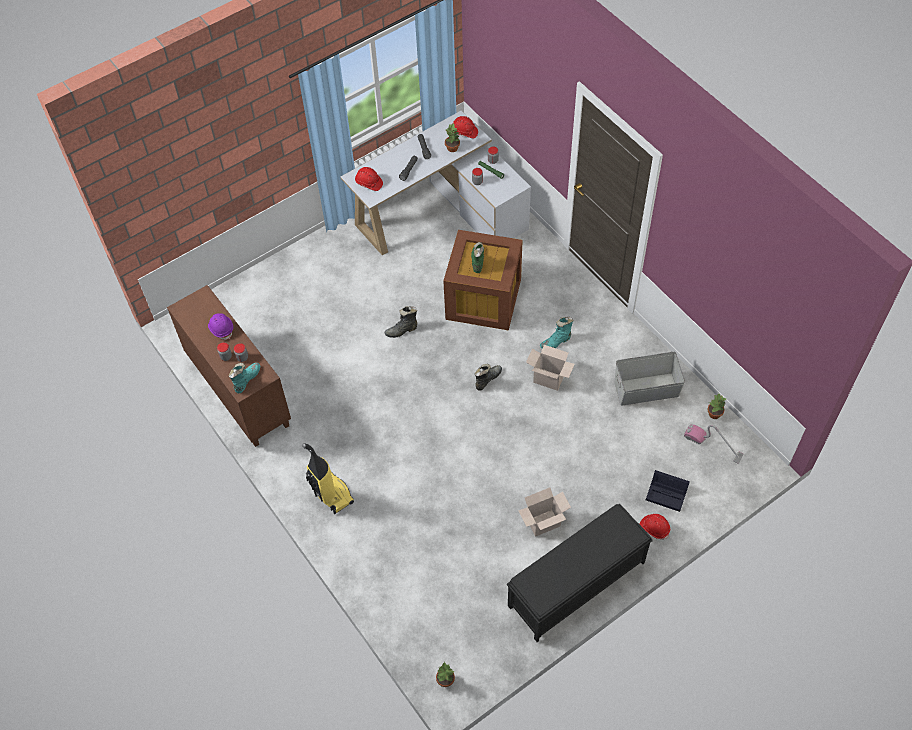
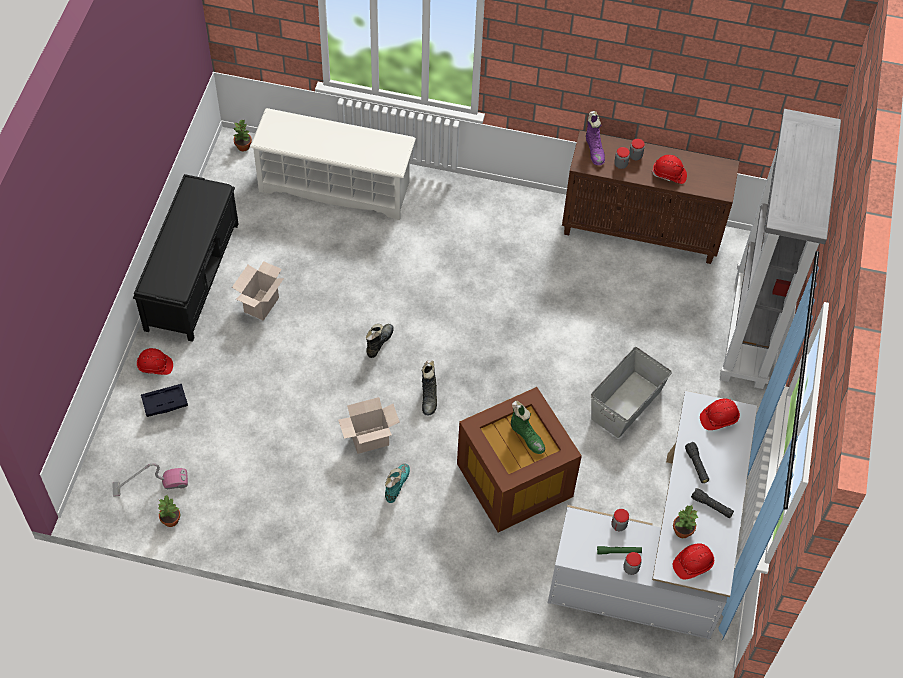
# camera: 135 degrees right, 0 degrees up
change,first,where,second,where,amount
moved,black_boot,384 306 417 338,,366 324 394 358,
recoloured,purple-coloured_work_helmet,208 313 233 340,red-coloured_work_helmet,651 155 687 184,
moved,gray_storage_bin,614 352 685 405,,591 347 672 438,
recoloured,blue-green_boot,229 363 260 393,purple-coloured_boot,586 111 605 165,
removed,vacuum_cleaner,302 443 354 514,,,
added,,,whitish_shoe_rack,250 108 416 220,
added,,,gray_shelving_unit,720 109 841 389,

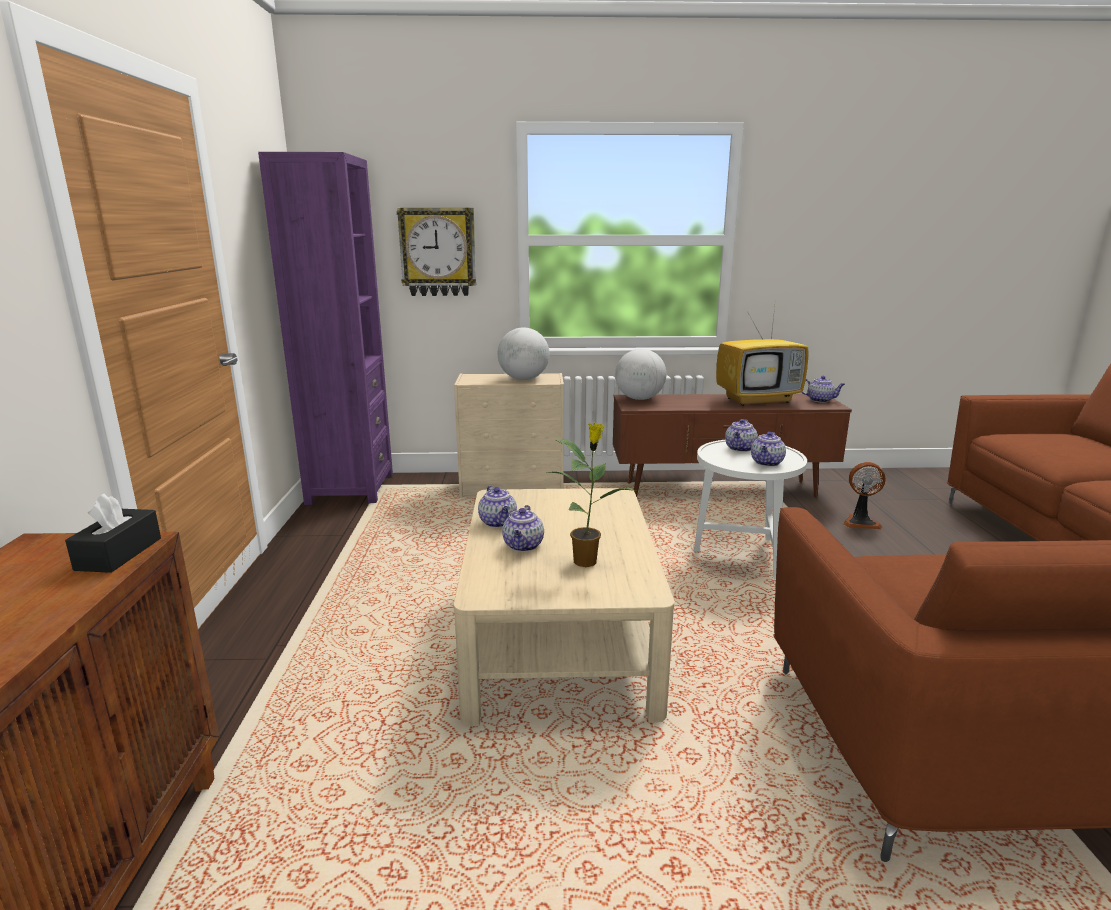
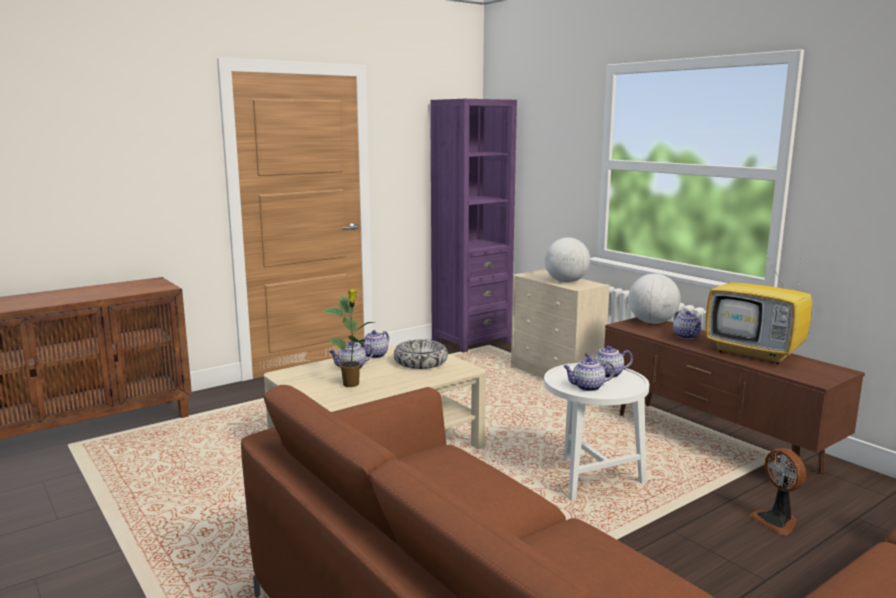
# camera: 55 degrees right, 5 degrees down
change,first,where,second,where,amount
removed,clock_on_the_wall,397 208 476 296,,,
moved,teapot,801 376 845 403,,673 311 702 339,
removed,black_tissue_box,65 494 161 573,,,
added,,,deep_dish,394 339 448 369,

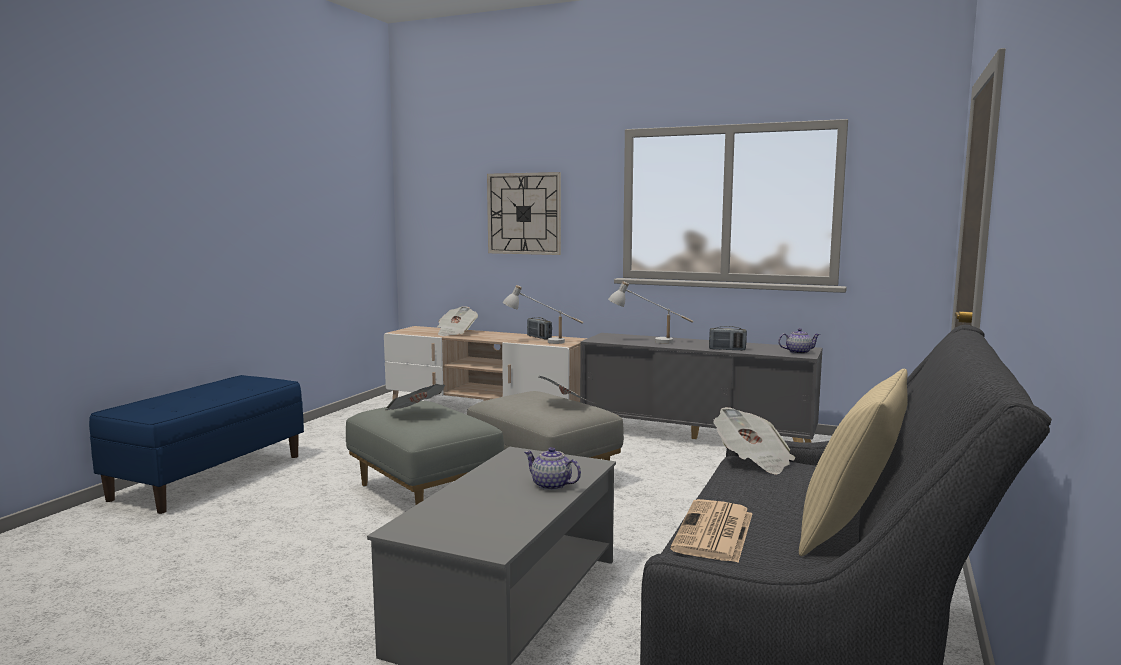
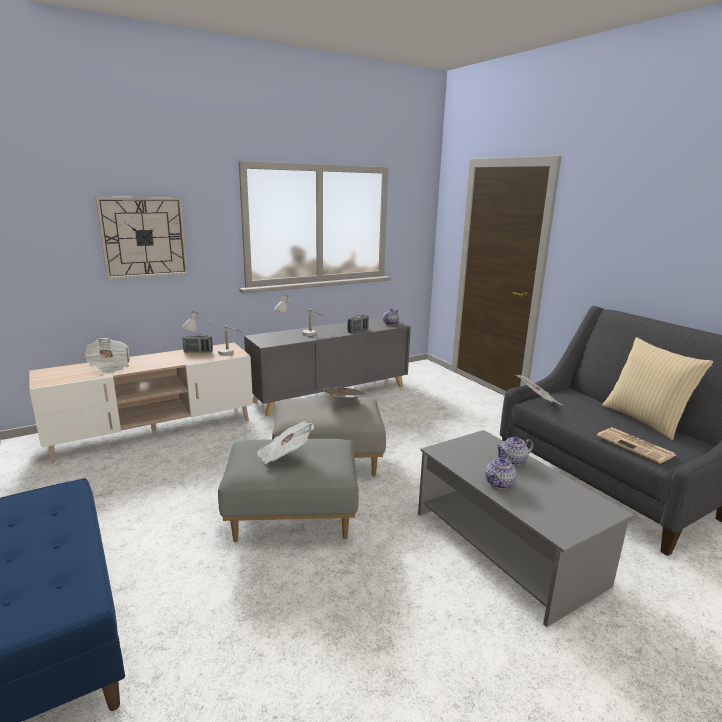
# camera: 55 degrees left, 10 degrees up
change,first,where,second,where,amount
added,,,teapot,485 455 516 489,

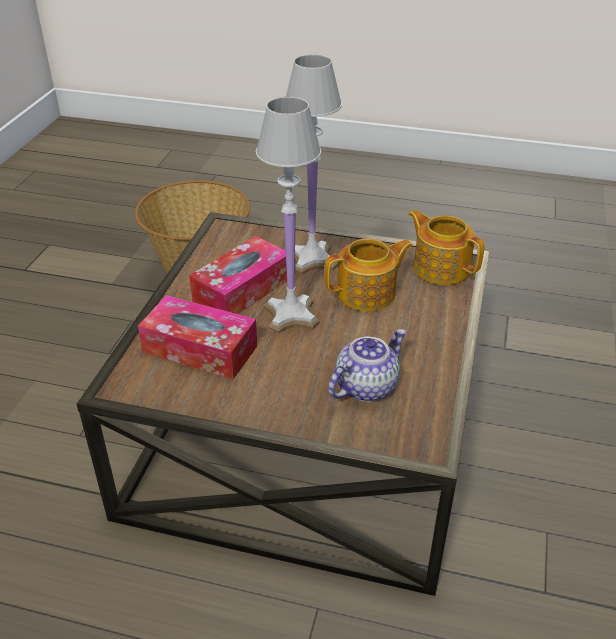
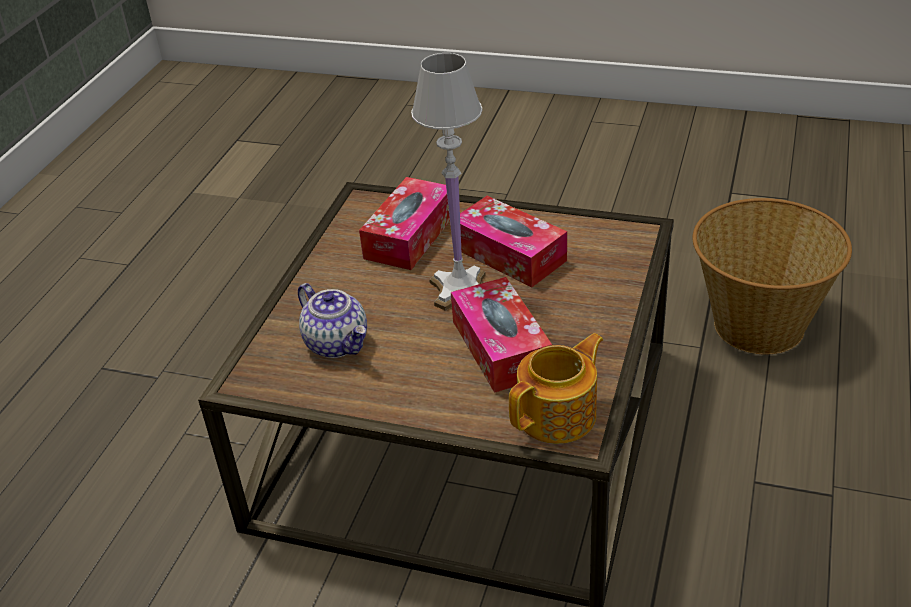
# camera: 95 degrees right, 0 degrees up
change,first,where,second,where,amount
removed,whitish_table_lamp,286 54 342 275,,,
replaced,teapot,325 238 413 311,tissue_box,451 277 552 393,

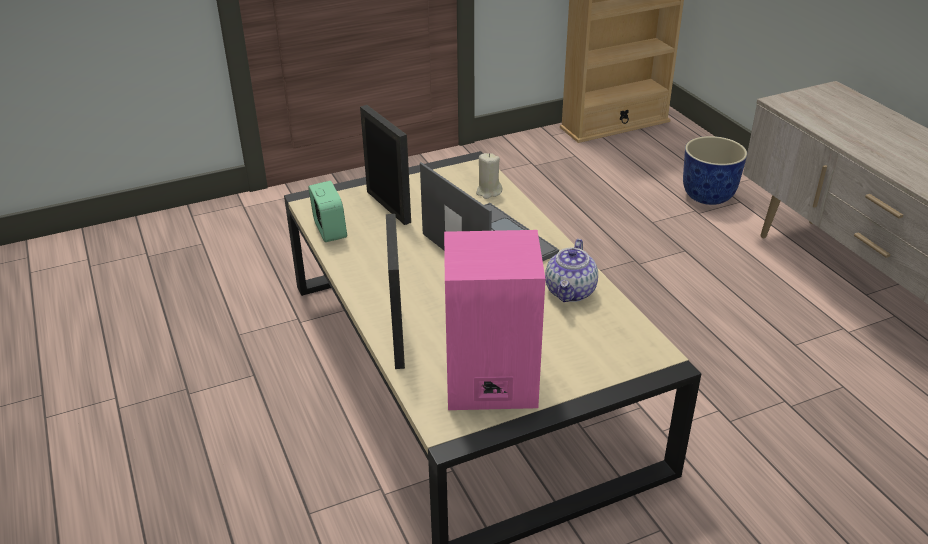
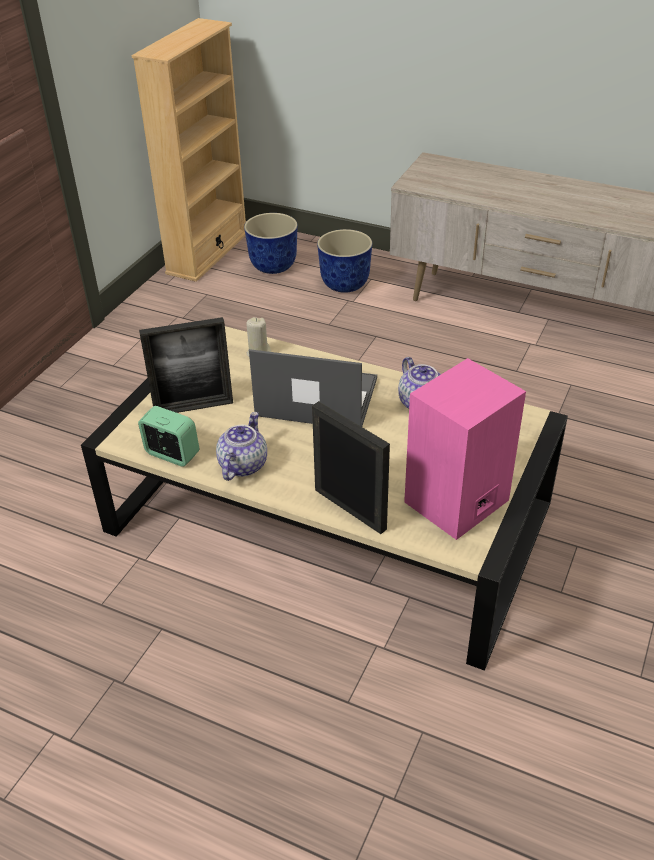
# camera: 40 degrees left, 5 degrees up
change,first,where,second,where,amount
turned,photo_frame,360 105 411 225,,139 317 233 413,150 degrees clockwise
added,,,plant_pot,244 213 298 274,
added,,,teapot,216 412 267 481,

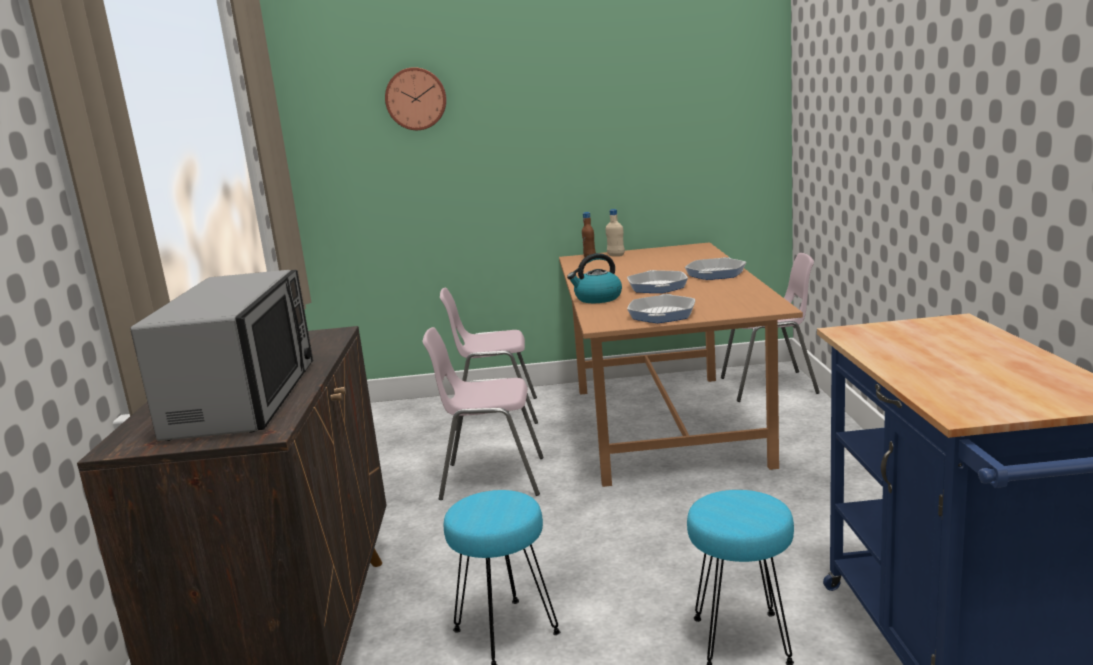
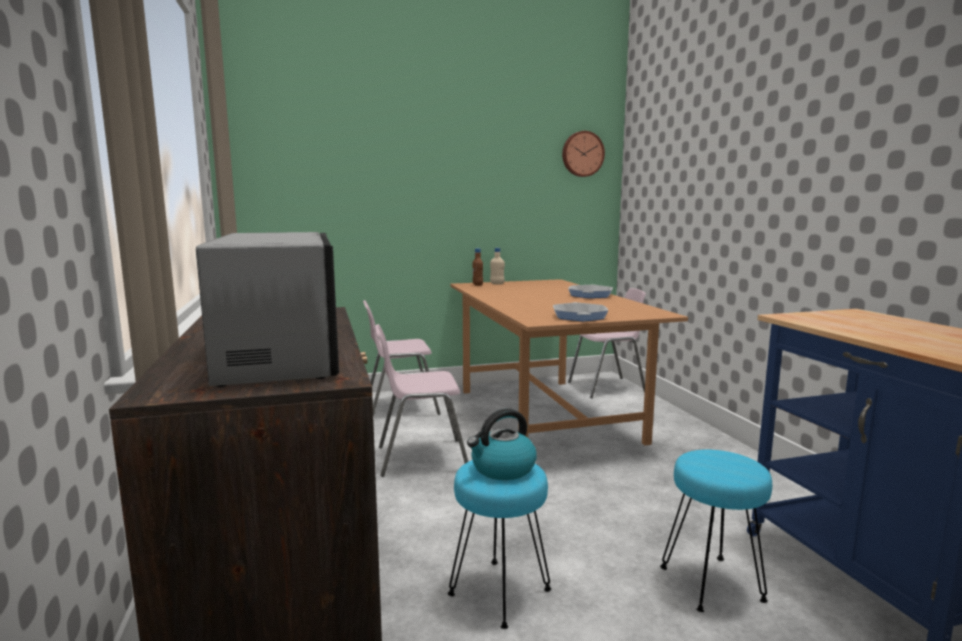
# camera: 15 degrees left, 5 degrees down
change,first,where,second,where,amount
moved,clock_on_the_wall,385 67 447 130,,562 131 605 177,
moved,kettle,567 253 622 303,,467 409 537 480,
removed,skillet,627 270 688 293,,,

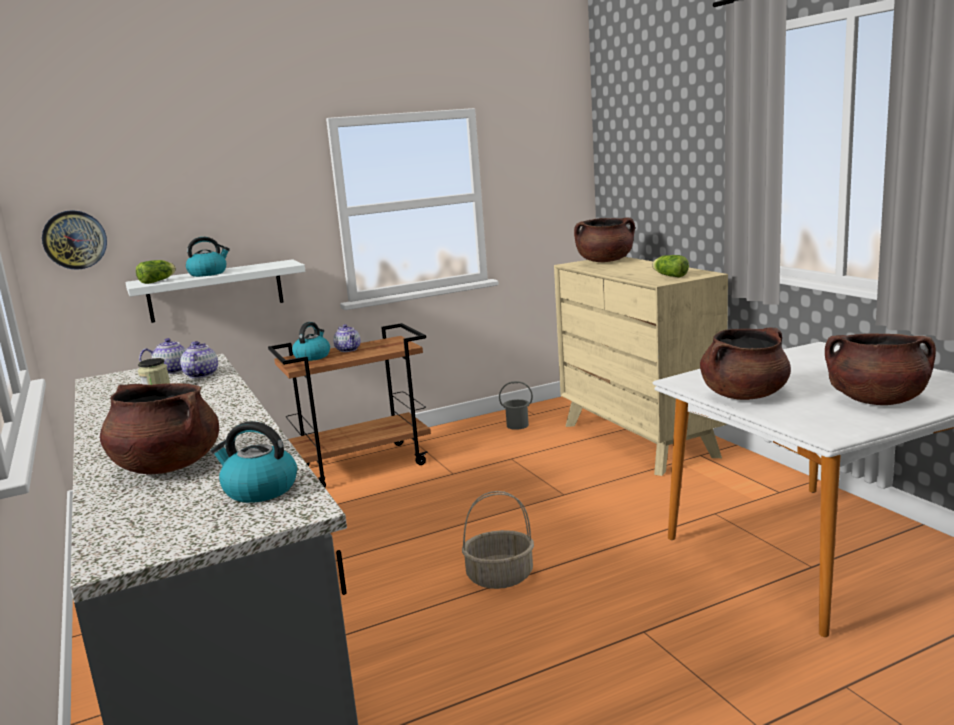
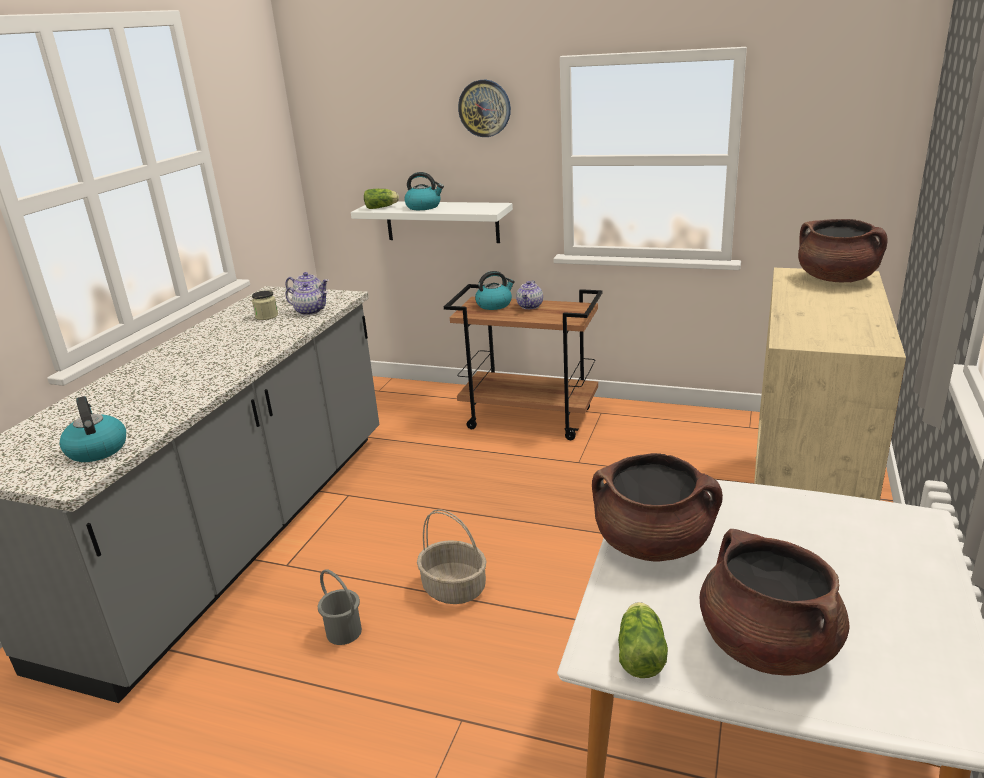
# camera: 45 degrees right, 10 degrees up
change,first,where,second,where,amount
moved,clock_on_the_wall,42 210 107 270,,458 80 511 137,
moved,lettuce,652 255 689 277,,618 602 668 678,
turned,teapot,180 341 218 378,,285 283 328 315,75 degrees clockwise
moved,gray_bucket,499 381 533 430,,318 569 362 645,
removed,brownish_stockpot,100 383 219 474,,,

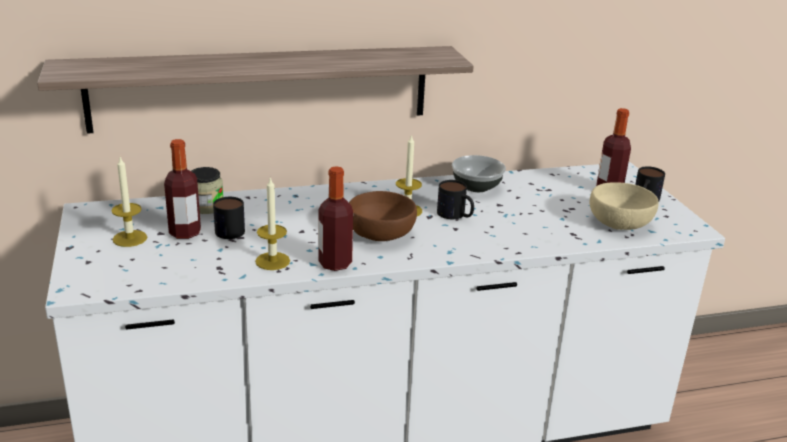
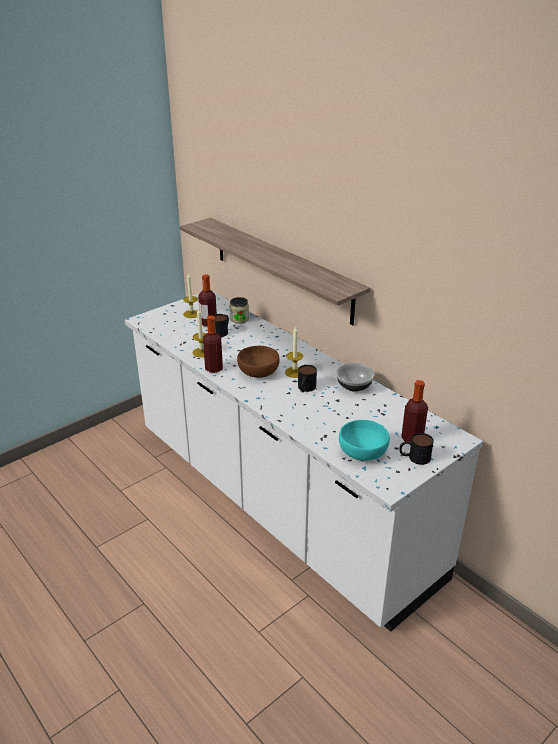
# camera: 65 degrees right, 5 degrees up
change,first,where,second,where,amount
recoloured,beige-coloured_deep_dish,590 182 659 230,blue-green_deep_dish,339 420 390 461,

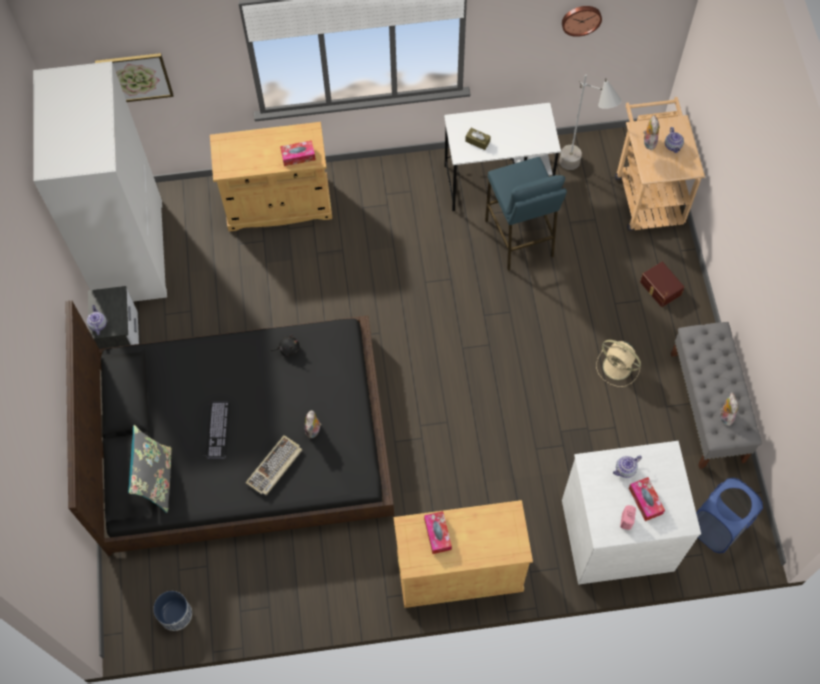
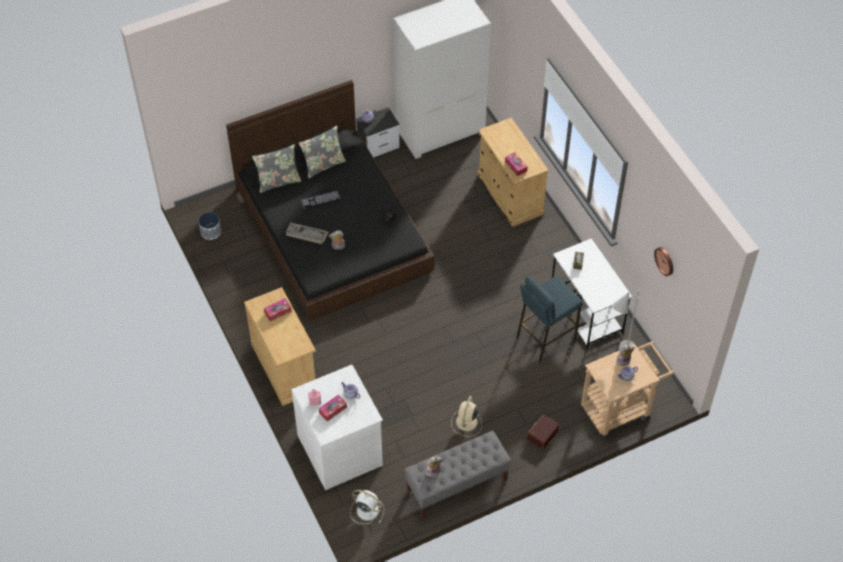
# camera: 70 degrees right, 10 degrees down
change,first,where,second,where,amount
removed,wall_picture,95 53 173 102,,,
replaced,bluish_washing_basket,696 478 763 553,whitish_fan,350 490 384 524,
added,,,gray_throw_pillow,298 126 346 179,

